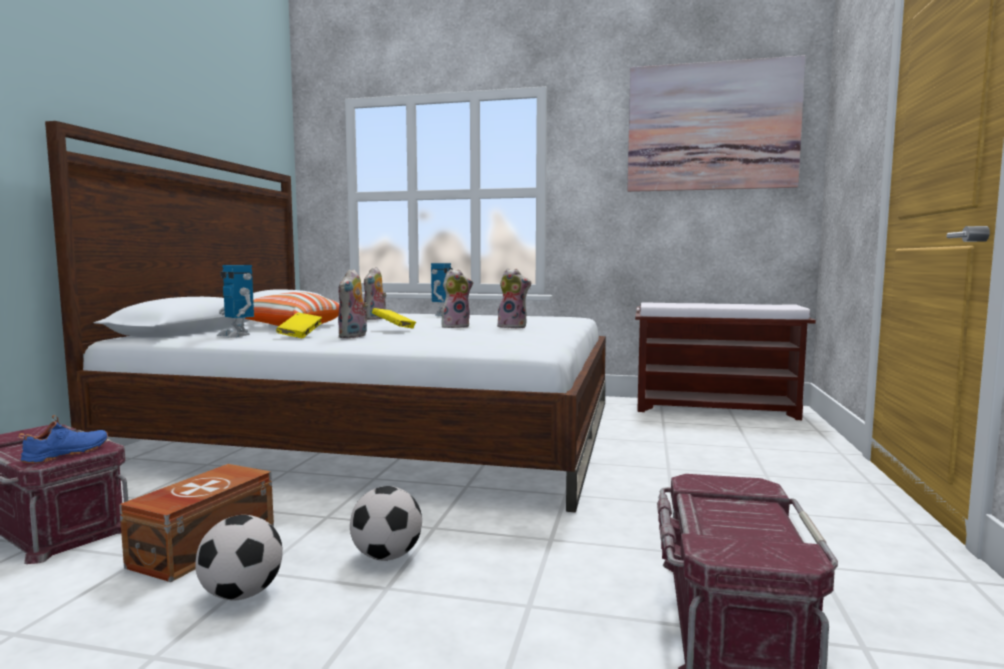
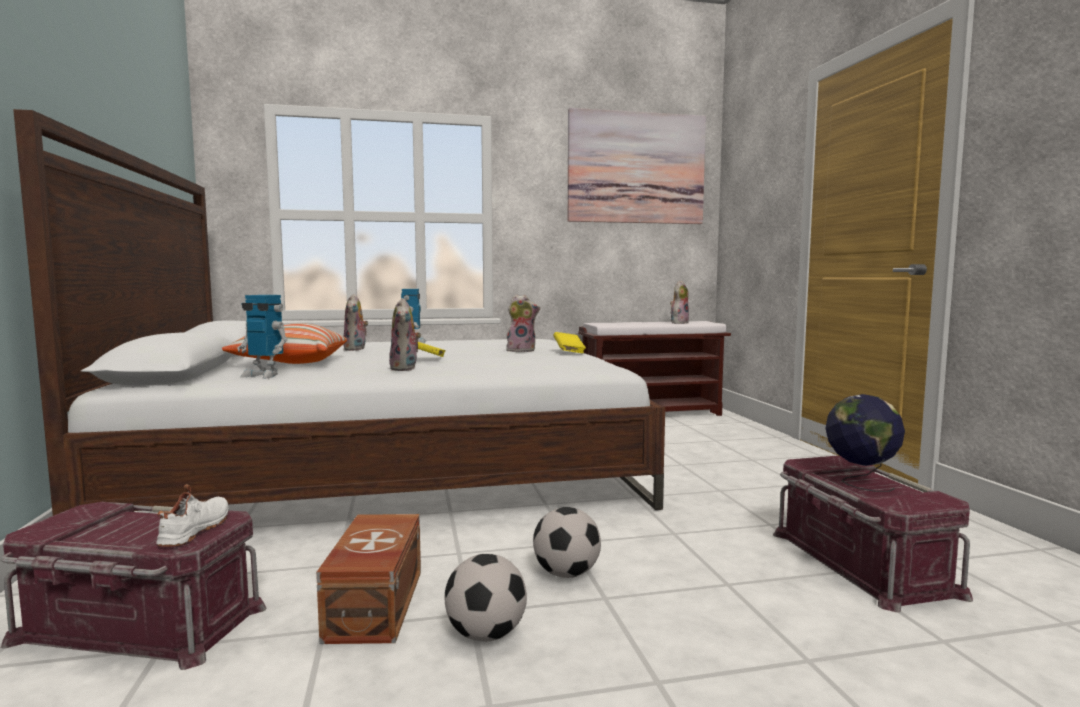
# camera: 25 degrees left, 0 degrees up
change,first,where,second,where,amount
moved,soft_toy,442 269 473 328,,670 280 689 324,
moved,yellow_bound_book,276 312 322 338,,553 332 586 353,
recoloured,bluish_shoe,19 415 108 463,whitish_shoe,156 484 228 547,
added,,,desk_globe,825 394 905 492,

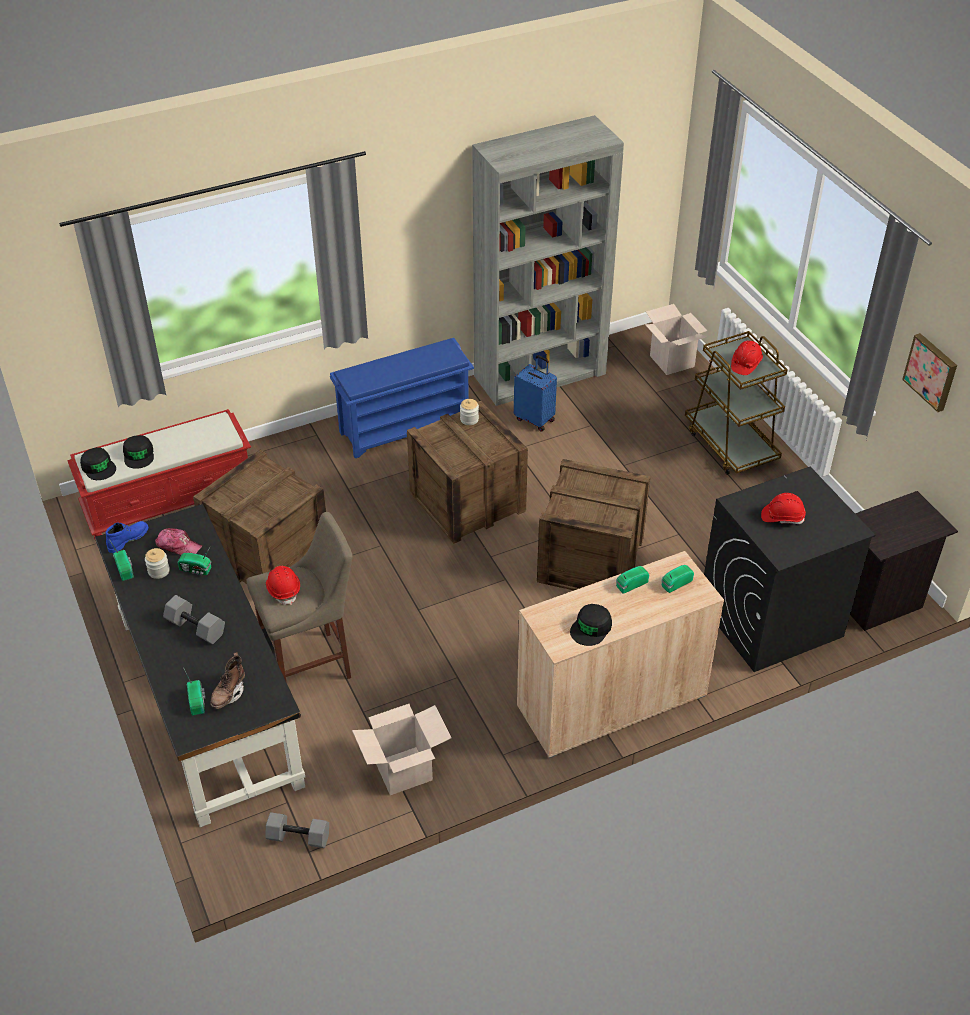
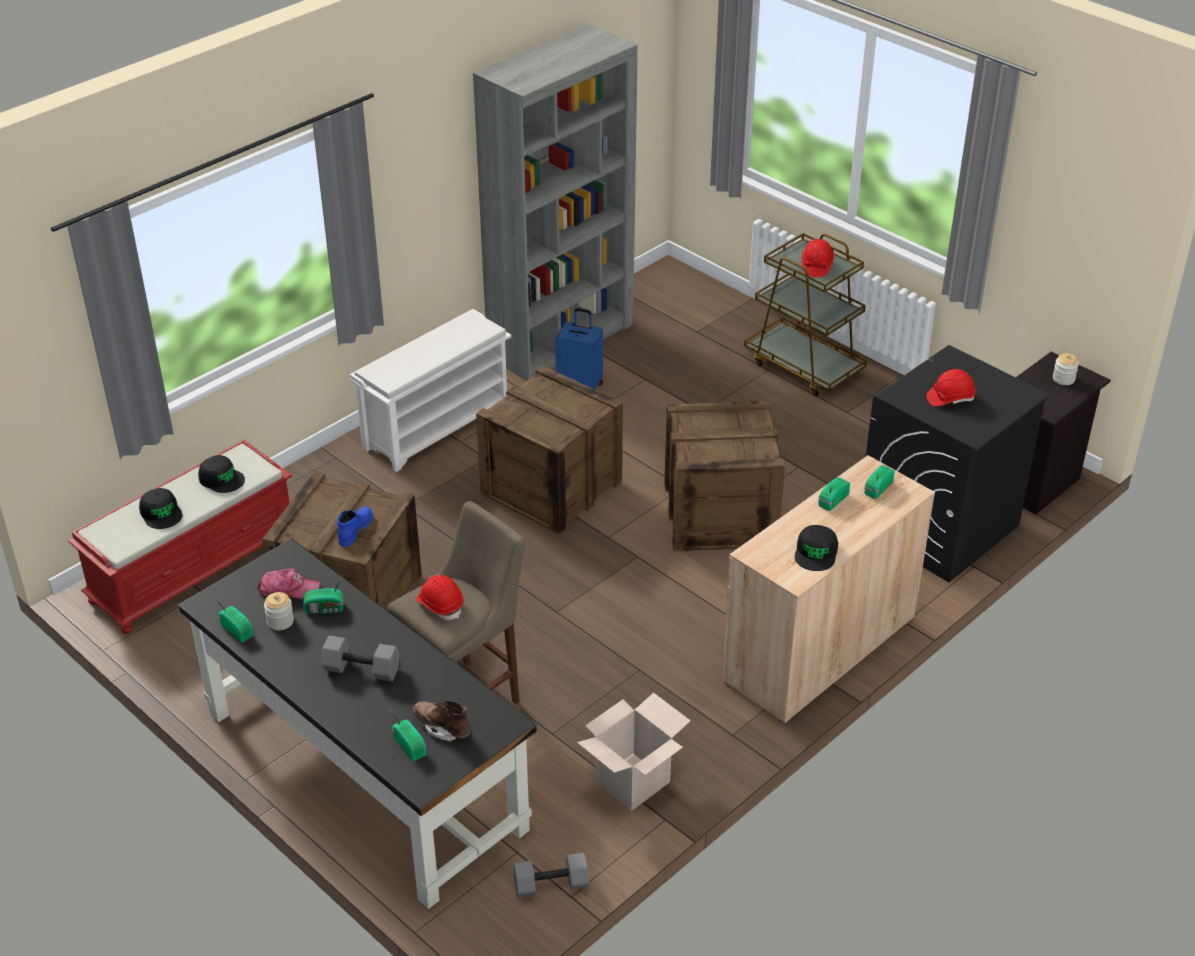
# camera: 20 degrees left, 5 degrees down
change,first,where,second,where,amount
removed,carton,645 304 707 375,,,
removed,wall_picture,902 333 957 412,,,
recoloured,bluish_shoe_rack,330 338 474 458,whitish_shoe_rack,350 309 511 472,
moved,storage_jar,460 399 479 425,,1053 353 1079 385,
moved,black_baseball_cap,80 447 116 480,,198 455 245 493,
moved,bluish_boot,106 521 149 553,,337 506 373 547,
turned,brownish_boot,210 652 245 709,,413 700 471 742,120 degrees clockwise

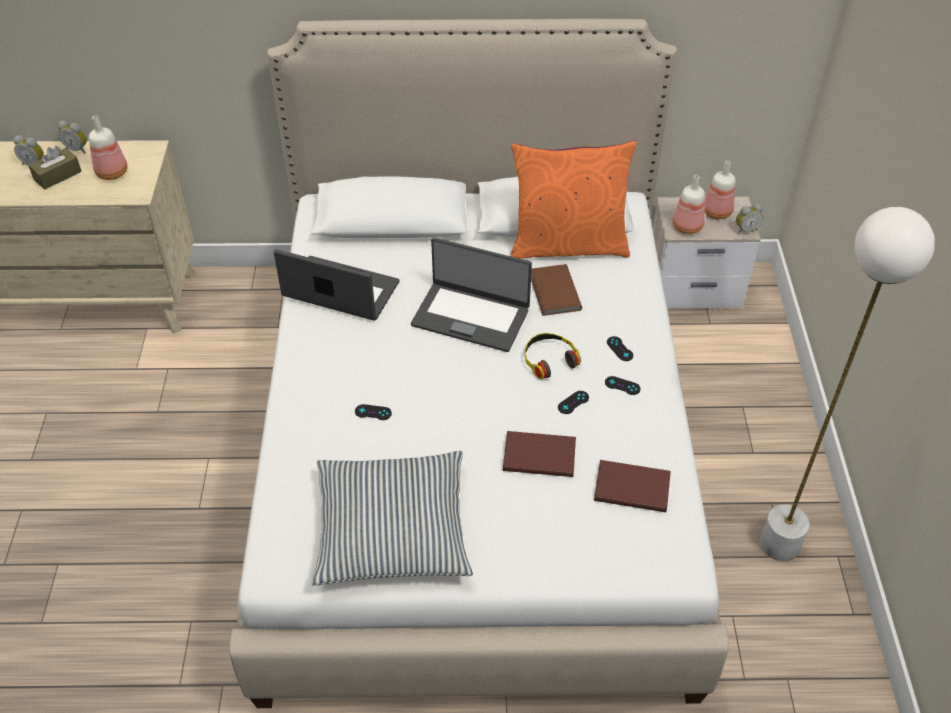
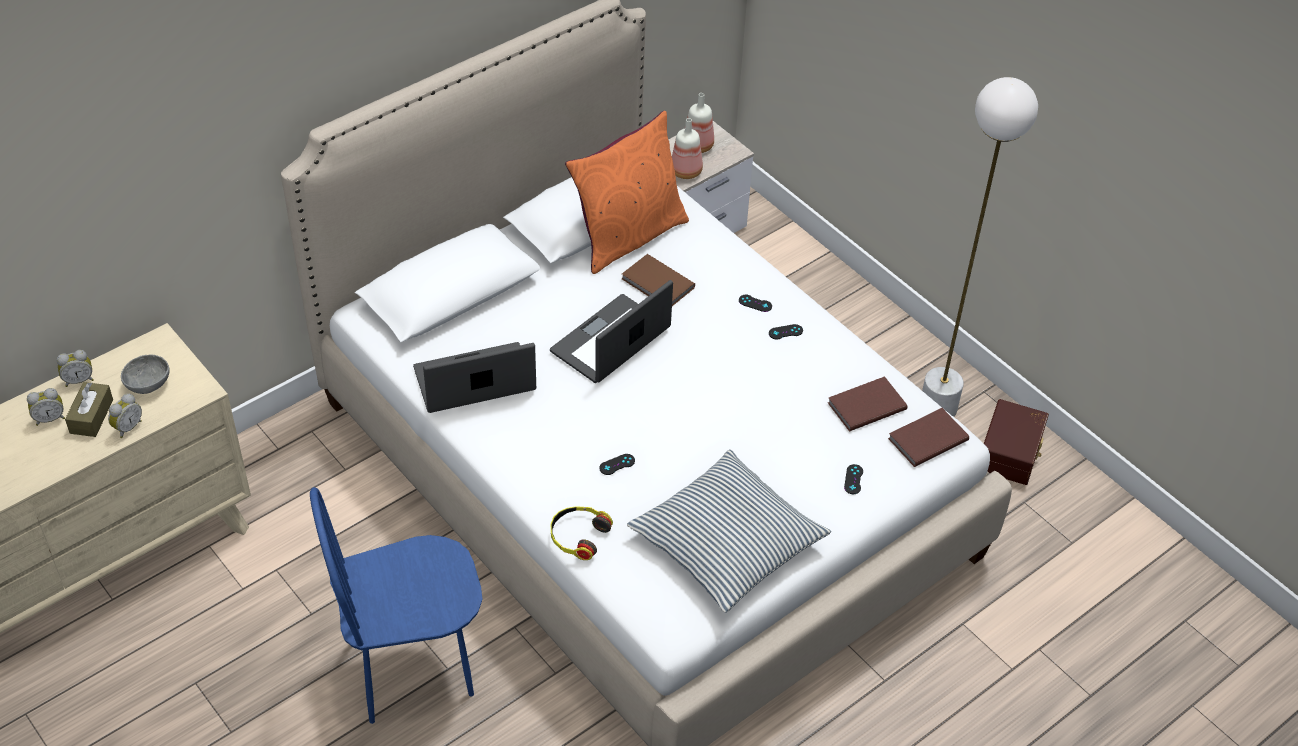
# camera: 40 degrees left, 0 degrees up
change,first,where,second,where,amount
replaced,bottle,89 115 128 180,gray_deep_dish,121 354 170 394,
moved,table_clock,736 203 763 234,,108 394 142 438,
turned,notebook_computer,411 238 532 352,,550 280 673 383,150 degrees clockwise
moved,headphones,524 333 581 379,,550 506 613 560,
moved,black_joypad,558 391 589 414,,844 464 863 494,
moved,brownish_bound_book,503 431 576 477,,888 408 969 467,
added,,,brownish_storage_bin,984 399 1049 485,
added,,,bluish_plain_chair,310 487 482 724,

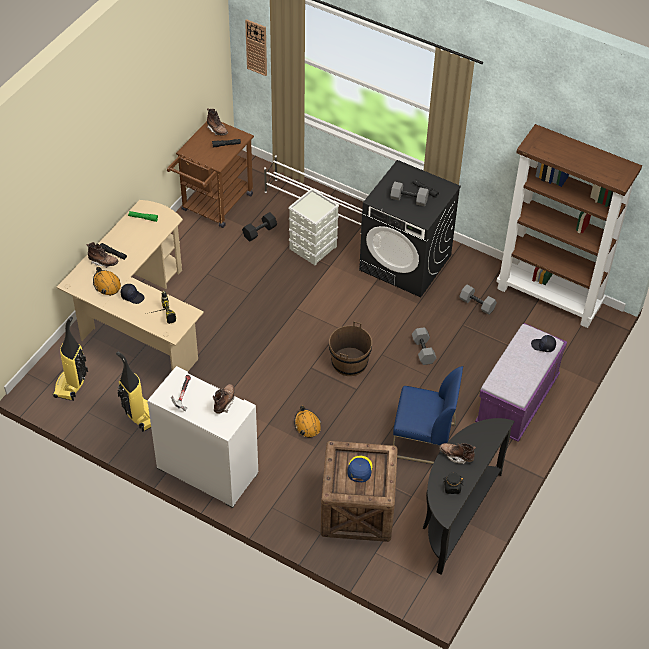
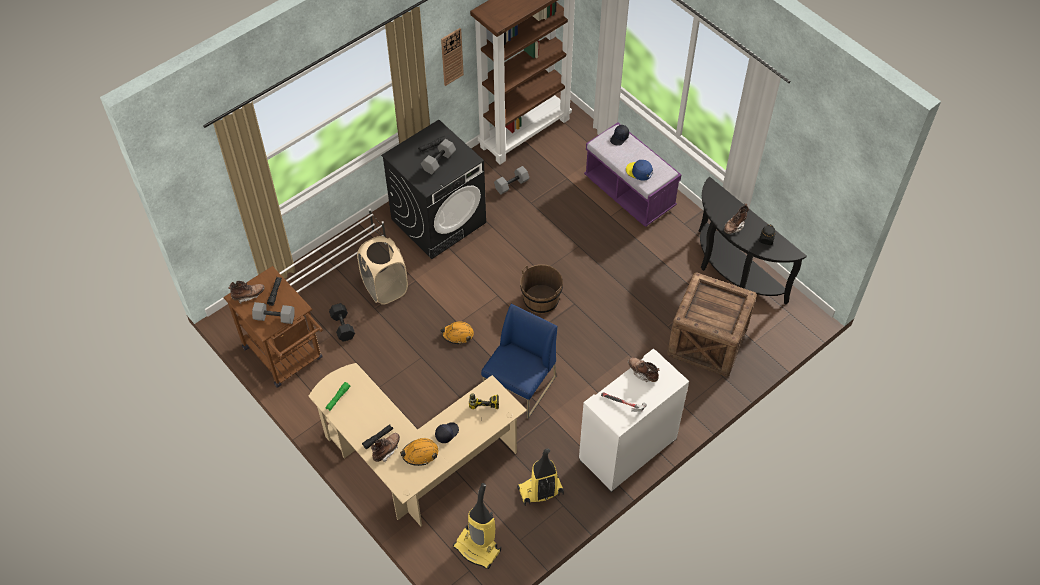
# camera: 70 degrees left, 5 degrees up
change,first,where,second,where,amount
moved,clock_on_the_wall,245 19 267 76,,441 28 464 86,
replaced,gray_storage_bin,289 188 339 265,beige-coloured_washing_basket,357 236 408 305,
moved,gray_dumbbell,412 327 437 365,,252 302 295 324,
moved,bluish_plain_chair,393 366 463 464,,481 304 557 419,
moved,orangey_work_helmet,294 405 321 438,,440 322 474 345,
moved,bluish_baseball_cap,347 456 372 482,,626 160 653 181,

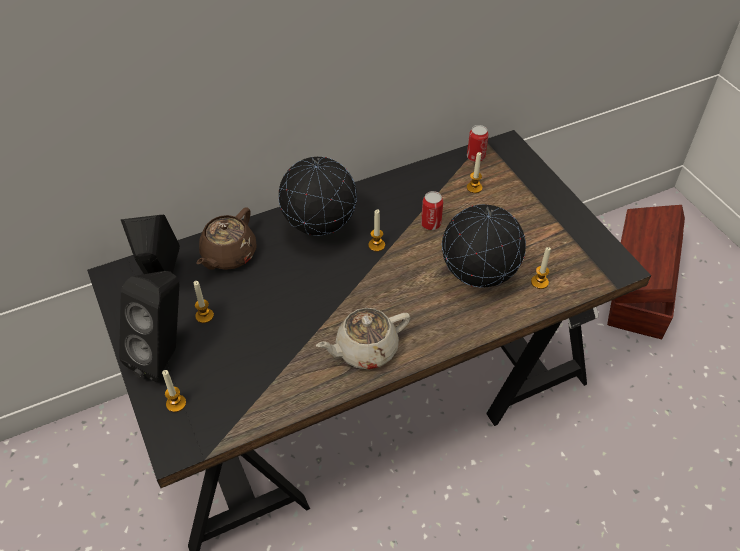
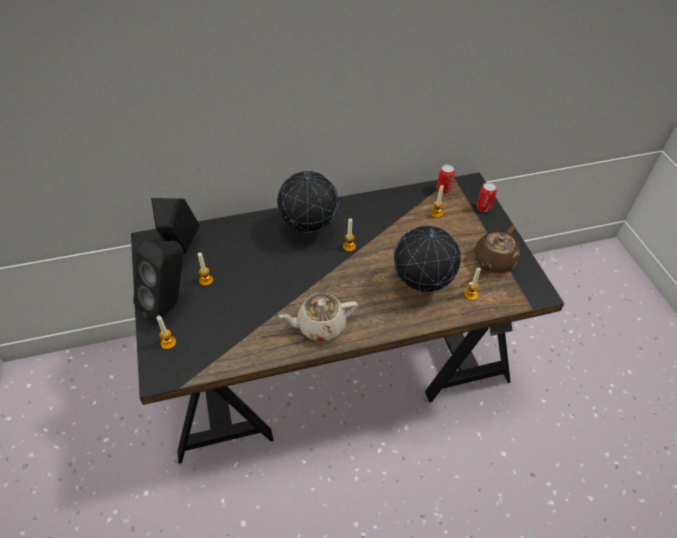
# camera: 10 degrees right, 0 degrees up
change,first,where,second,where,amount
moved,sealed_can,421 191 443 230,,477 182 497 212,
removed,brownish_storage_bin,607 205 685 339,,,
moved,brownish_teapot,196 207 257 270,,474 226 520 273,

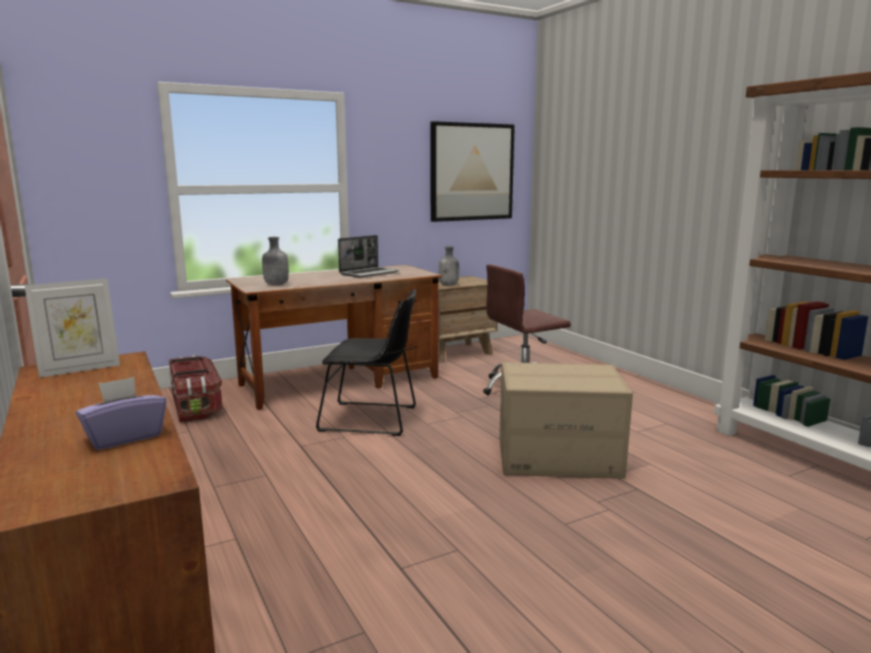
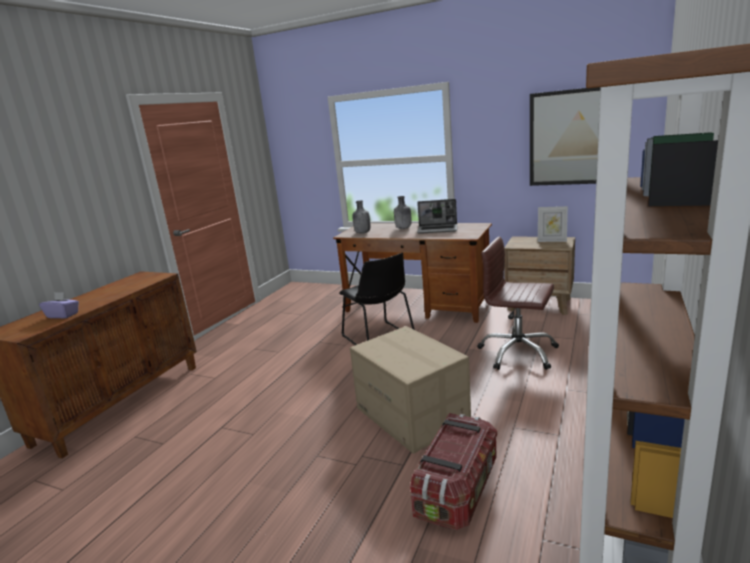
# camera: 55 degrees right, 5 degrees up
change,first,where,second,where,amount
moved,gray_bottle,439 246 459 286,,394 196 412 229,
moved,photo_frame,24 278 120 378,,538 206 568 242,
moved,storage_bin,169 355 222 423,,410 413 497 530,

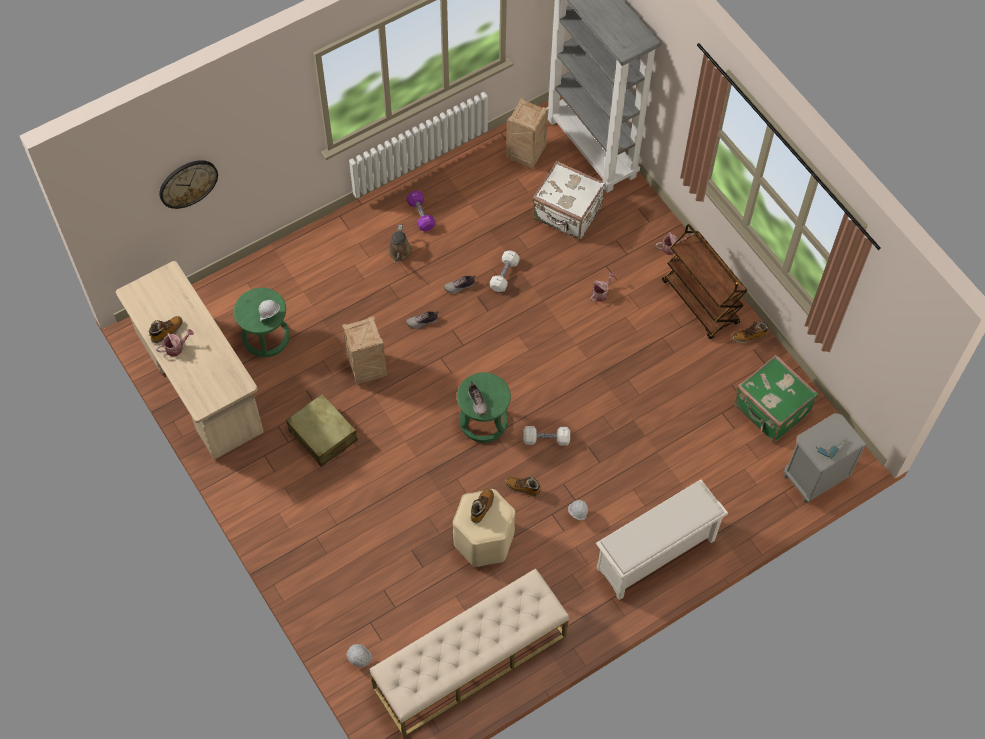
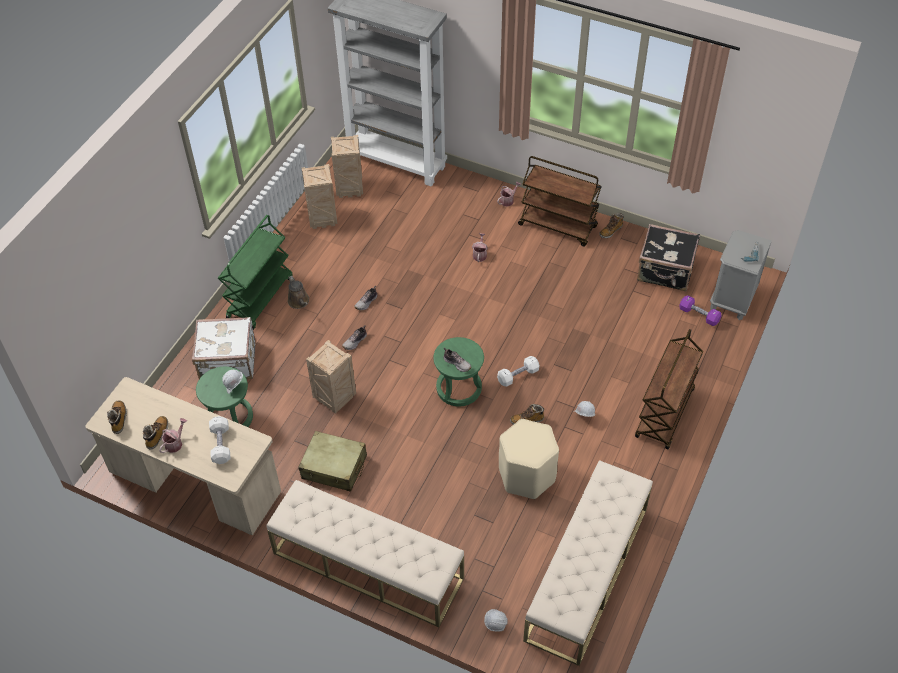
# camera: 30 degrees left, 10 degrees down
change,first,where,second,where,amount
removed,clock_on_the_wall,159 160 218 209,,,
moved,whitish_suitcase,532 161 606 240,,192 317 256 379,
moved,purple-coloured_dumbbell,407 191 435 231,,679 295 722 326,
moved,whitish_dumbbell,490 250 520 292,,209 416 231 464,
recoloured,green_suitcase,733 355 818 443,black_suitcase,637 224 700 291,
replaced,whitish_shoe_rack,596 479 728 600,brownish_wheeled_cart,635 329 703 449,
moved,boot,471 489 494 524,,107 400 127 434,
added,,,shipping_crate,302 164 337 229,
added,,,green_wheeled_cart,218 215 293 330,
added,,,beige-coloured_long_seat,267 480 464 627,

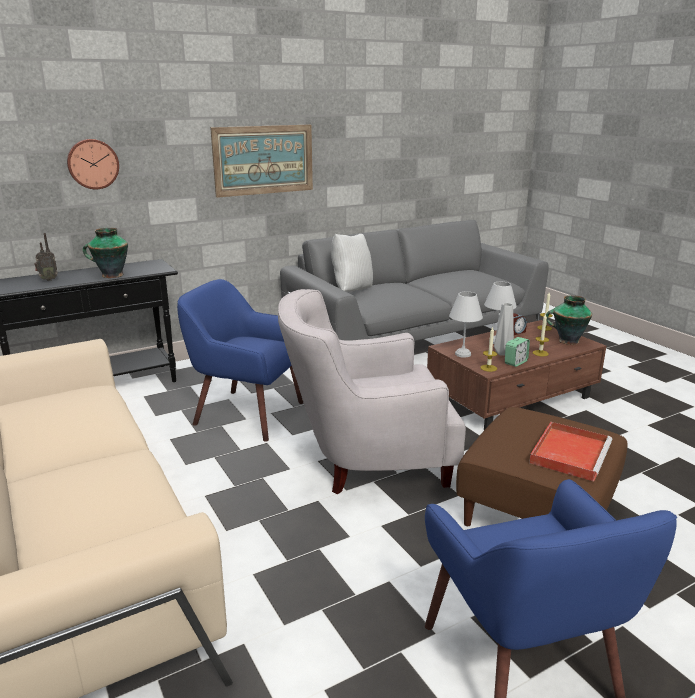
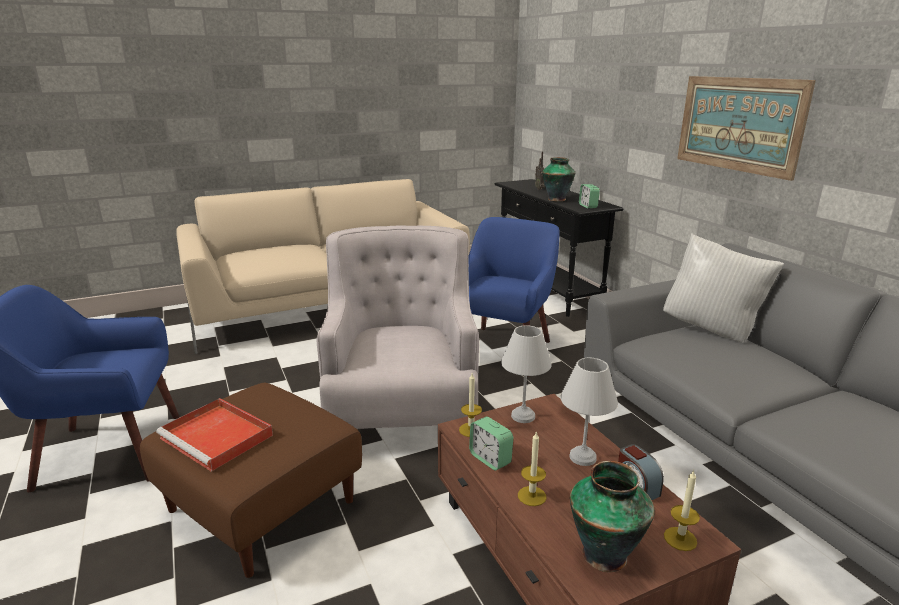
# camera: 95 degrees right, 0 degrees up
change,first,where,second,where,amount
removed,clock_on_the_wall,67 139 119 189,,,
removed,gray_decorative_vase,494 303 514 356,,,
added,,,table_clock,579 184 600 208,

